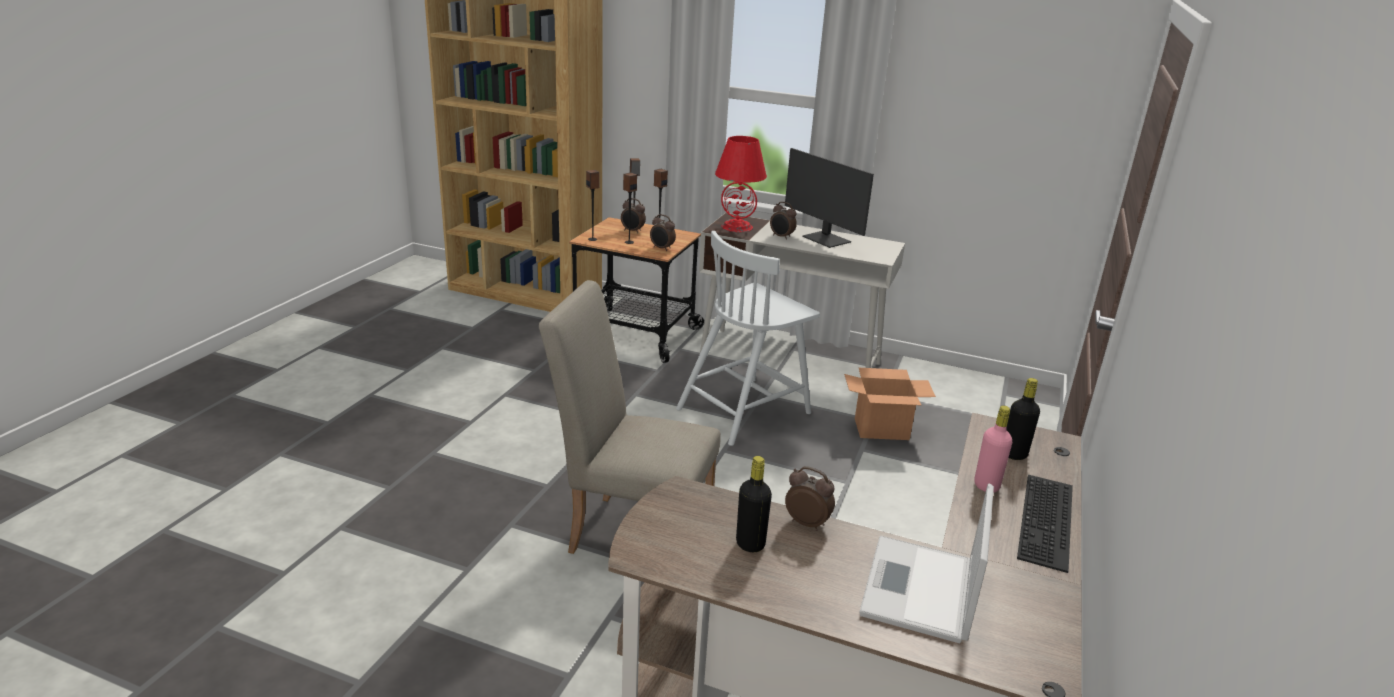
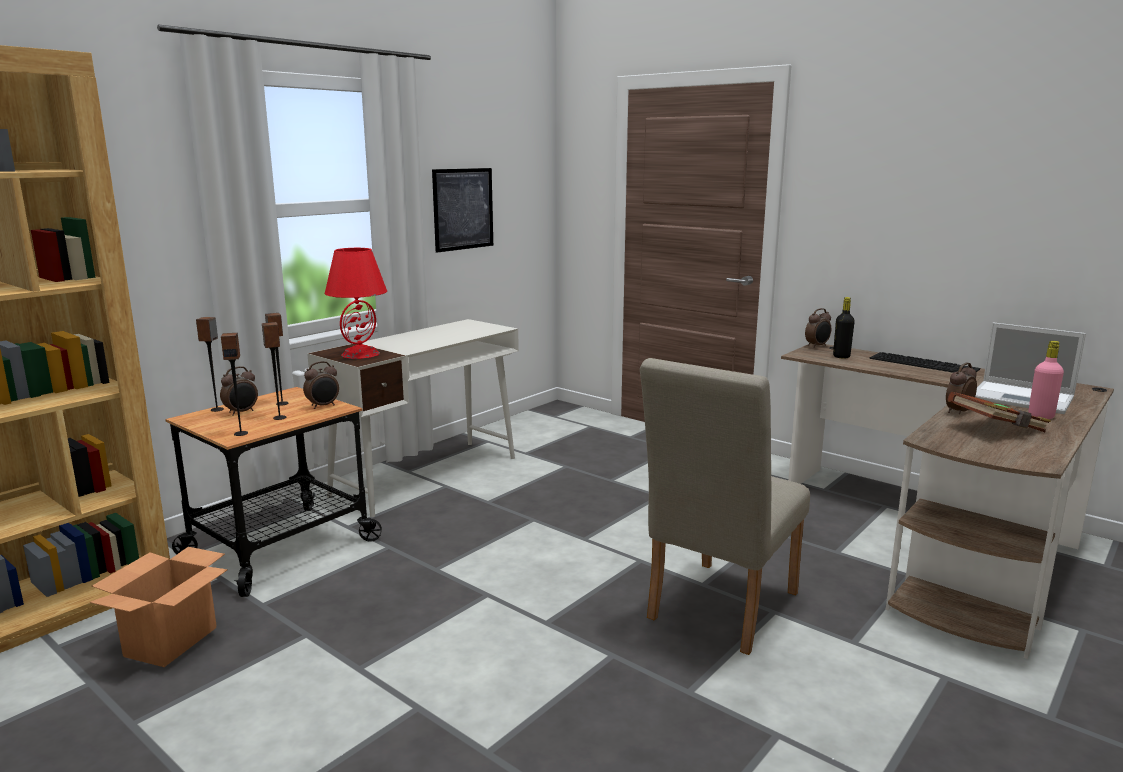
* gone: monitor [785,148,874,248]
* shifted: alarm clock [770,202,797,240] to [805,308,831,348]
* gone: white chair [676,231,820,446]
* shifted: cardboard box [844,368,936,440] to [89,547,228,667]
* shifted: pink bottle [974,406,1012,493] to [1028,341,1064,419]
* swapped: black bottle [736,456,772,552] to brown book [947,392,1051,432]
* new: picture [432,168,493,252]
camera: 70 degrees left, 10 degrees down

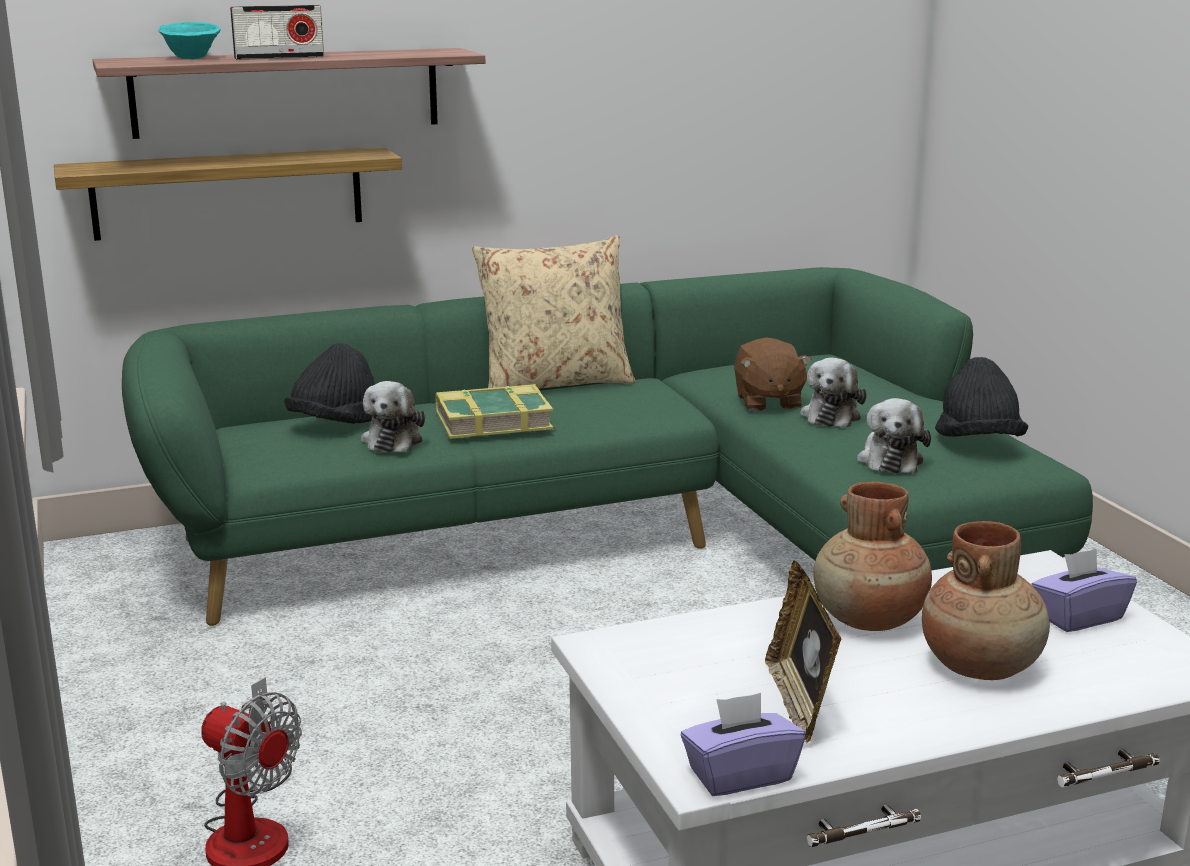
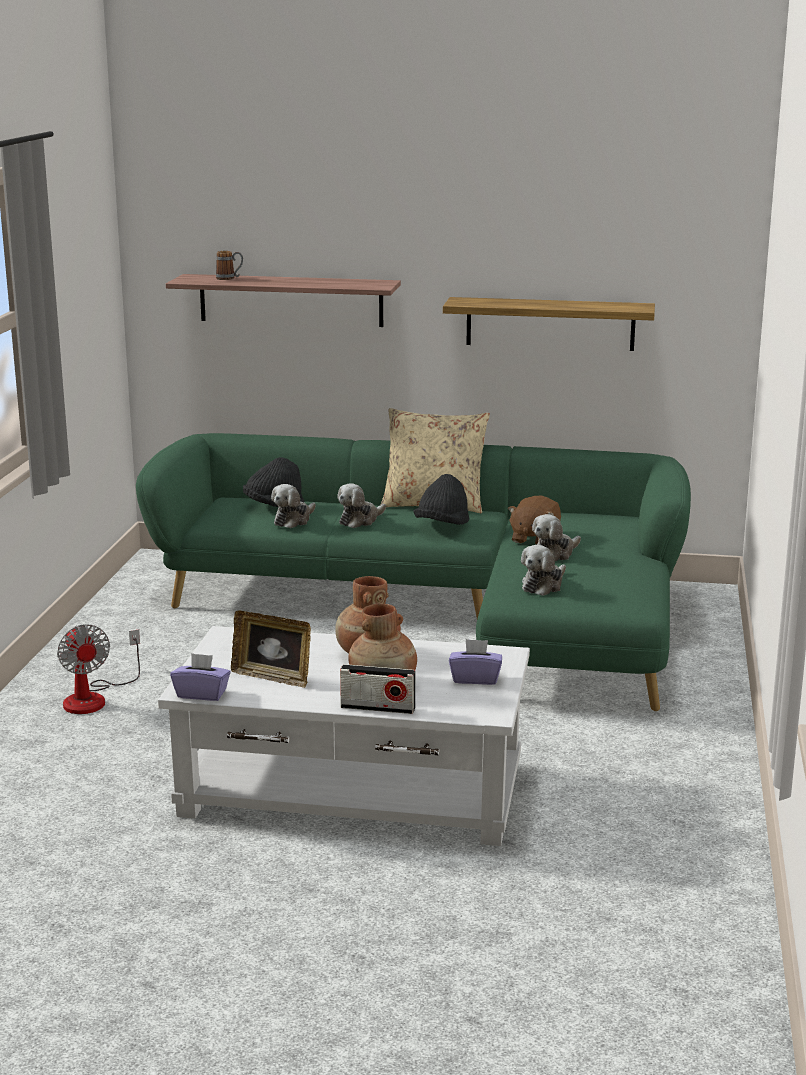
* shifted: radio [230,5,324,60] to [340,664,415,714]
* swapped: turquoise bowl [158,22,221,59] to mug [216,251,243,280]
* shifted: shelf [54,147,402,241] to [443,297,655,351]
* shifted: black hat [935,357,1028,437] to [413,474,469,525]
* swapped: book [435,384,553,439] to plush toy [337,483,386,528]
* rotated: picture frame [765,561,842,743] = [231,611,311,688] 90 degrees counterclockwise
camera: 30 degrees right, 0 degrees up

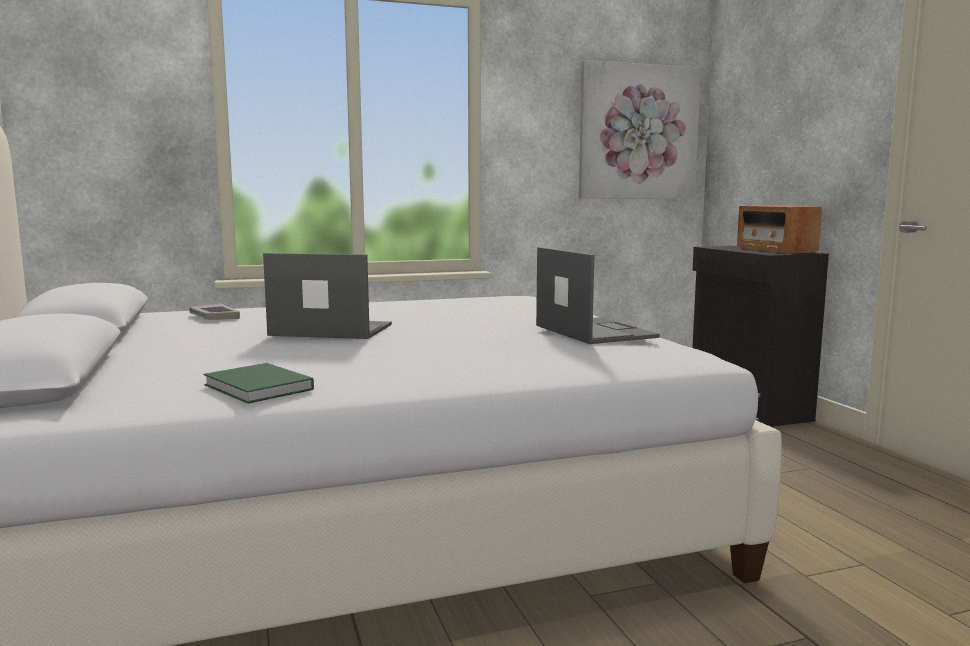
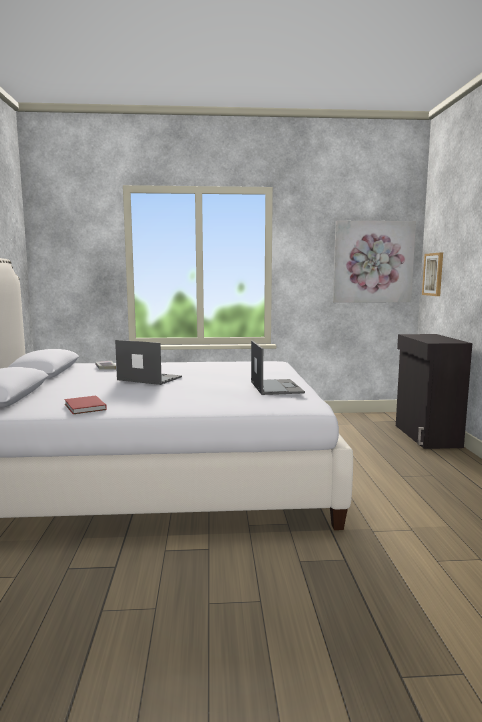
* gone: radio [737,206,822,254]
* repainted: green book [204,363,314,404] to red book [64,396,107,414]
* new: picture [422,252,443,296]
camera: 15 degrees right, 0 degrees up

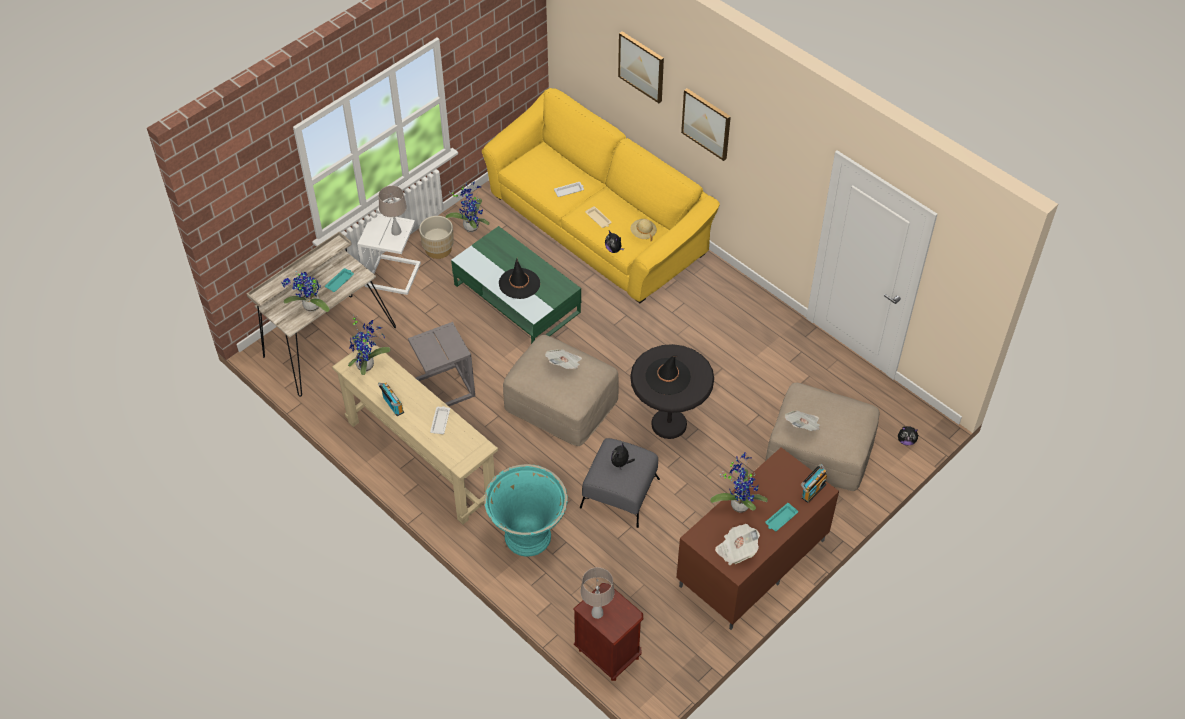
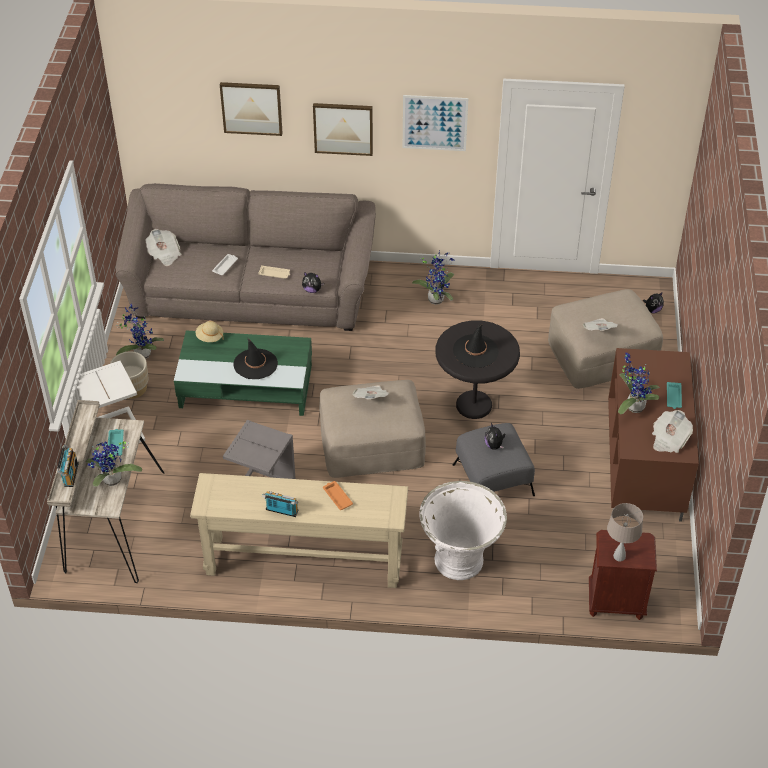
* repainted: yellow sofa [482,88,720,303] to brown sofa [115,183,376,331]
* gone: beige table lamp [378,186,407,236]
* shifted: beige hat [630,219,657,241] to [196,321,224,342]
* shifted: potted plant [348,314,391,375] to [412,251,455,305]
* repainted: white tray [430,406,450,434] to orange tray [323,481,353,510]
* repainted: turquoise planter [484,464,568,557] to white planter [420,481,507,580]
* shifted: radio [801,464,827,503] to [57,445,79,487]
* new: picture [403,95,468,151]
* new: newspaper [145,229,181,266]
camera: 40 degrees left, 5 degrees down

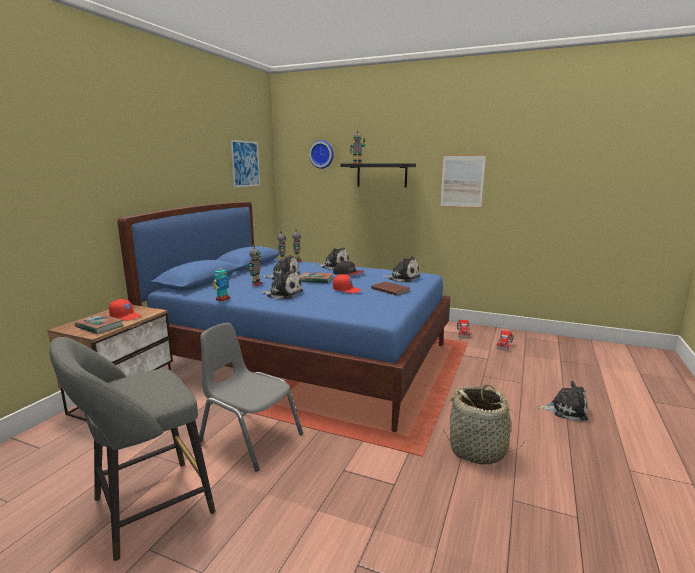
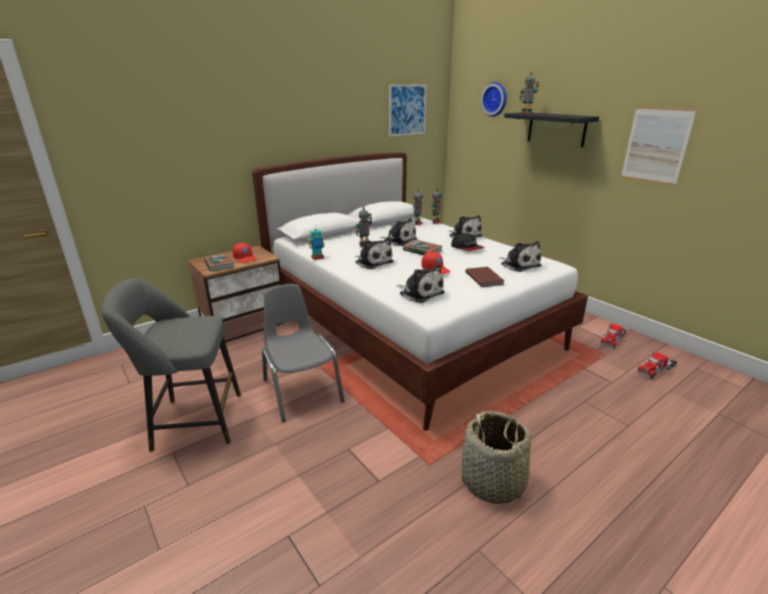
* repainted: blue bed [117,202,451,432] to white bed [252,152,588,431]
* shifted: plush toy [538,381,588,421] to [397,264,445,303]
camera: 30 degrees right, 10 degrees up

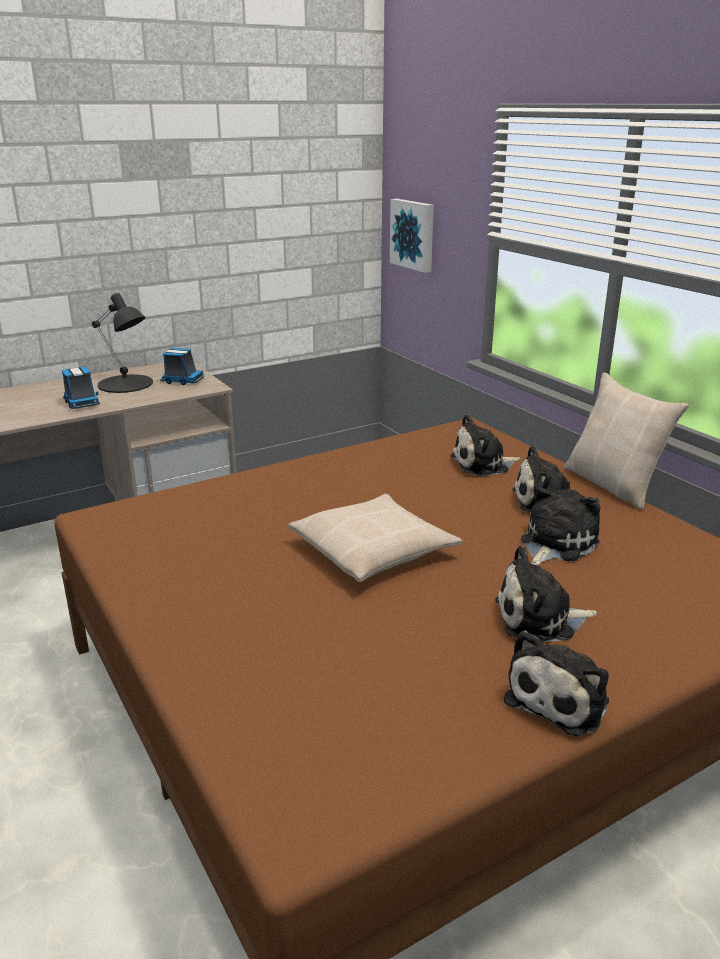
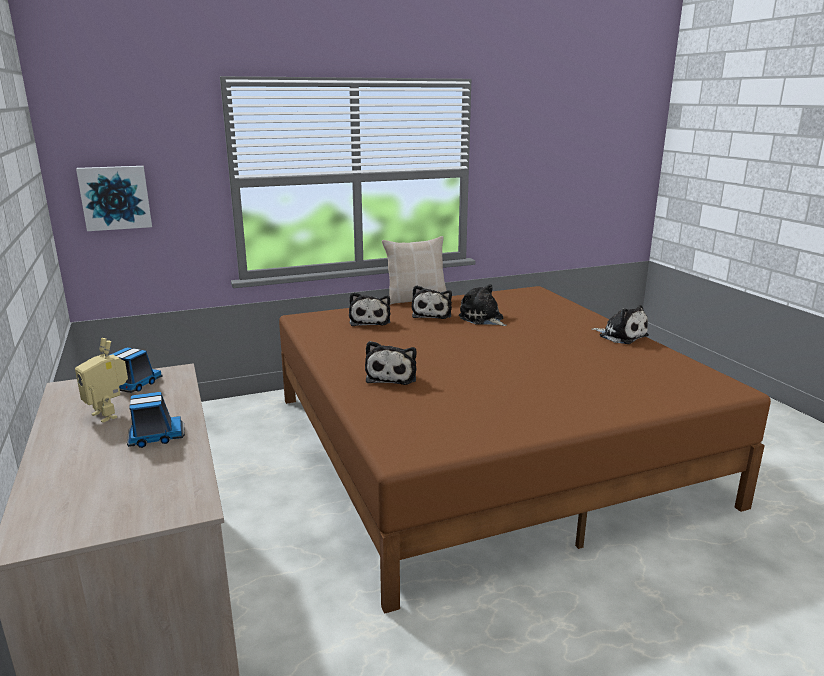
* swapped: black table lamp [92,293,153,393] to toy robot [75,338,128,423]
* gone: beige pillow [288,494,463,582]
* shifted: plush toy [495,546,597,642] to [365,341,416,385]
camera: 80 degrees left, 5 degrees down

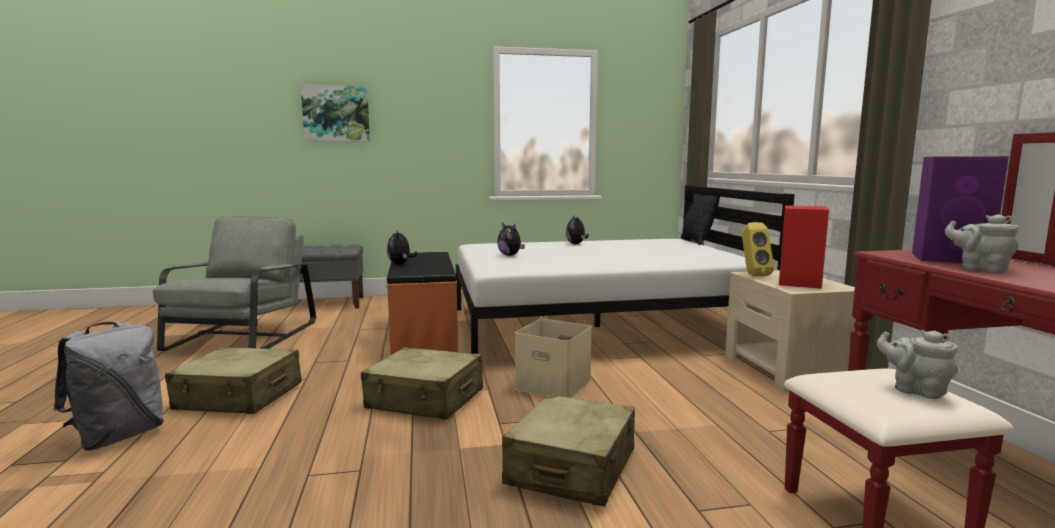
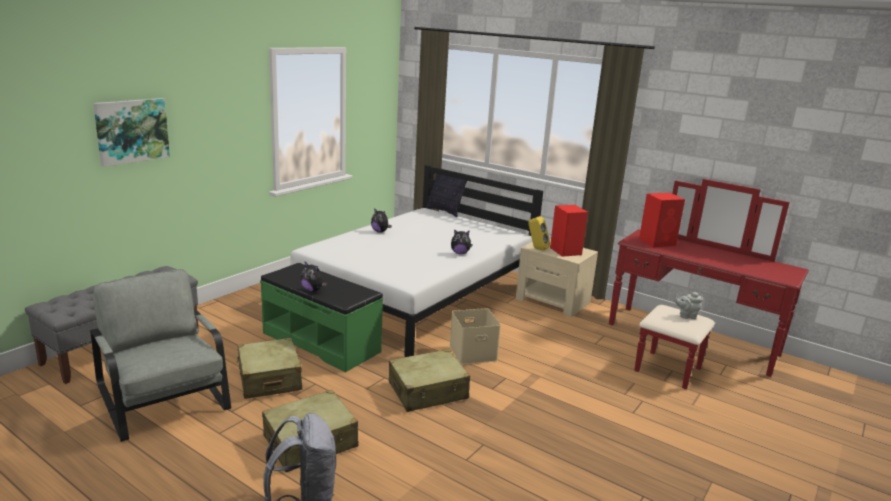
* repainted: purple speaker [912,156,1009,263] to red speaker [639,193,685,248]
* gone: grey teapot [945,214,1019,272]
* shifted: plush toy [497,223,525,256] to [451,229,473,254]
* repainted: orange bench [386,252,458,355] to green bench [260,263,383,372]
* shifted: beige suitcase [502,394,635,507] to [236,338,302,399]
camera: 45 degrees left, 10 degrees up

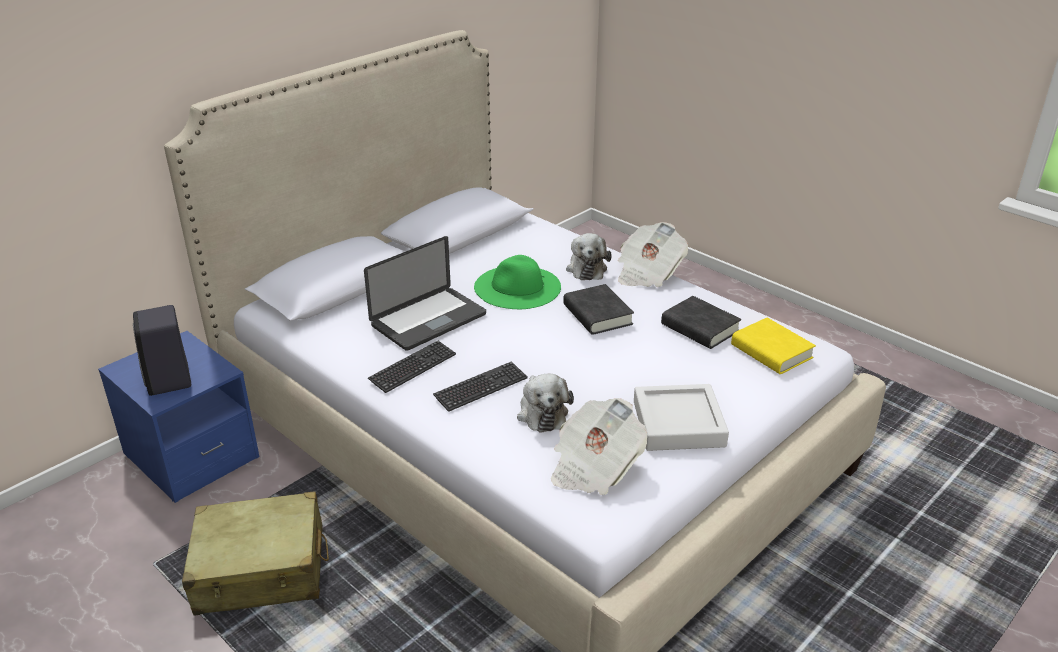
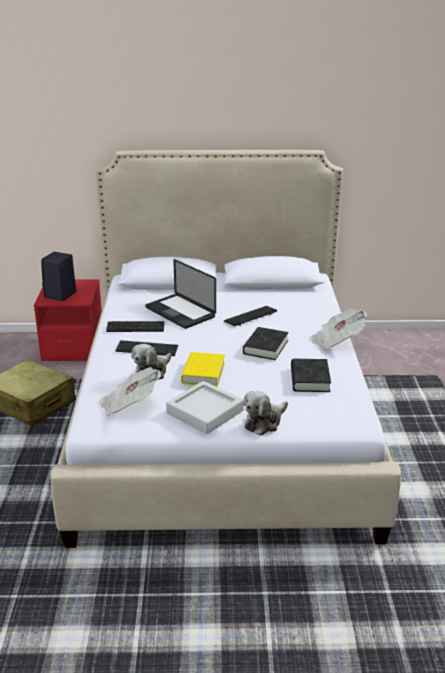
* shifted: plush toy [566,233,612,280] to [243,391,288,436]
* rotated: laptop [364,236,486,351] = [145,259,216,329] 45 degrees clockwise
* swapped: green hat [474,255,561,309] to keyboard [224,306,277,326]
* shifted: yellow book [731,317,816,374] to [181,352,225,387]
* repainted: blue nightstand [98,331,259,503] to red nightstand [34,279,102,361]
camera: 45 degrees right, 5 degrees down

